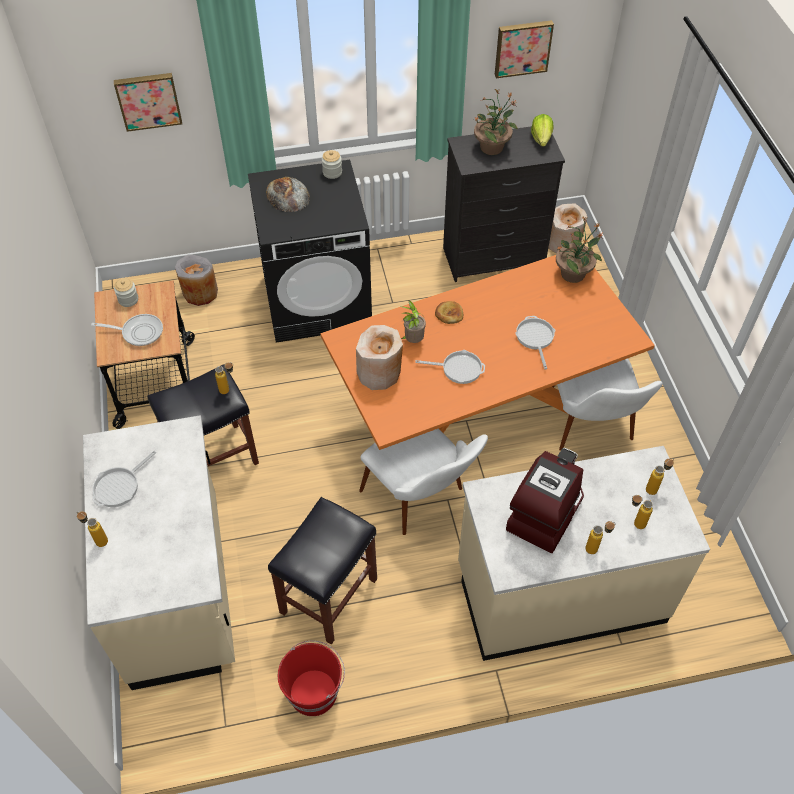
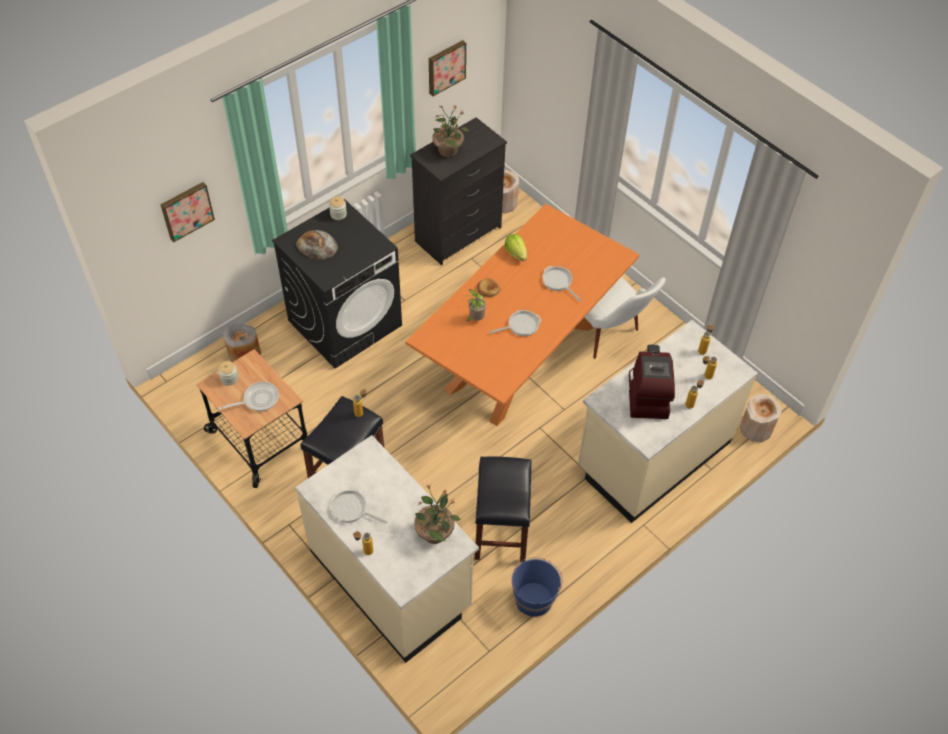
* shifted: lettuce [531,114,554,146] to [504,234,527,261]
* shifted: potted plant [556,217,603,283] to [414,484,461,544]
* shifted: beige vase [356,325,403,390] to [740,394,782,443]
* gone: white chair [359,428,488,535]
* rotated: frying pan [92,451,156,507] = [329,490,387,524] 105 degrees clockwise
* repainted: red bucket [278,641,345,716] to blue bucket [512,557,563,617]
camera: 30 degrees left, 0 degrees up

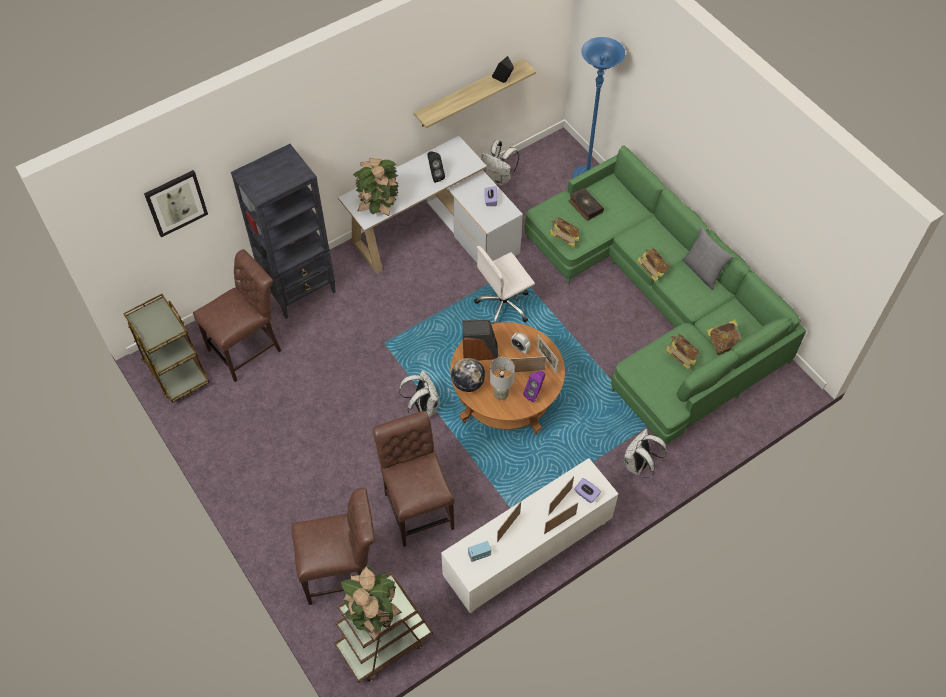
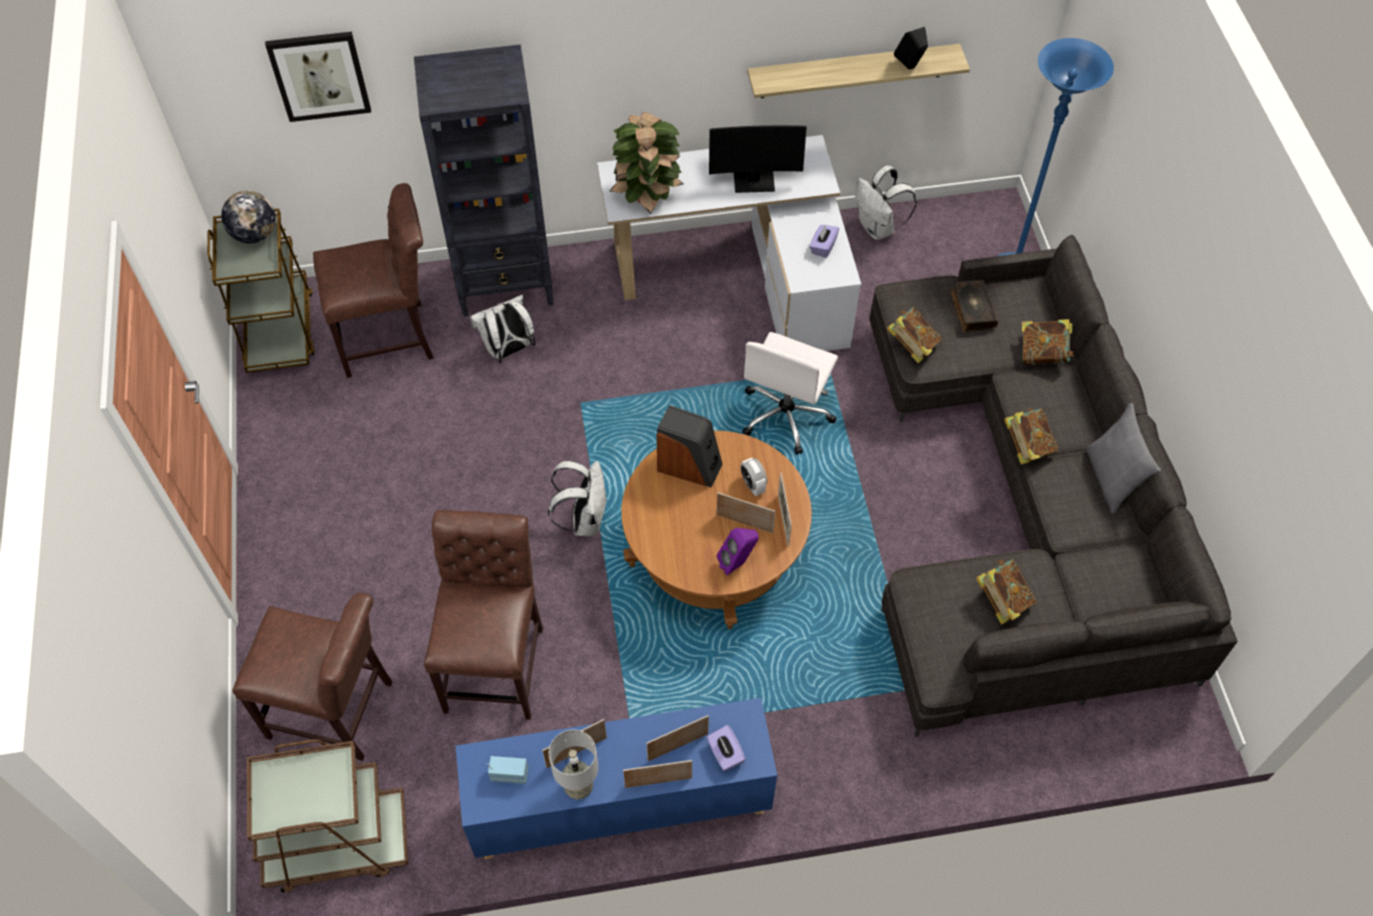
* repainted: green sofa [524,146,806,450] to grey sofa [869,235,1238,737]
* swapped: black speaker [427,151,445,183] to monitor [709,125,807,193]
* rotated: white office chair [474,246,535,324] = [742,332,838,455] 60 degrees counterclockwise
* shifted: book [707,320,745,355] to [1022,319,1075,365]
* shifted: grey table lamp [490,357,515,400] to [549,730,598,799]
* shifted: globe [451,358,485,392] to [221,191,276,244]
* shifted: white backpack [624,429,667,478] to [470,295,536,363]
* repainted: white cabinet [441,458,618,613] to blue cabinet [456,698,777,859]
* gone: potted plant [341,565,402,641]
camera: 25 degrees right, 0 degrees up

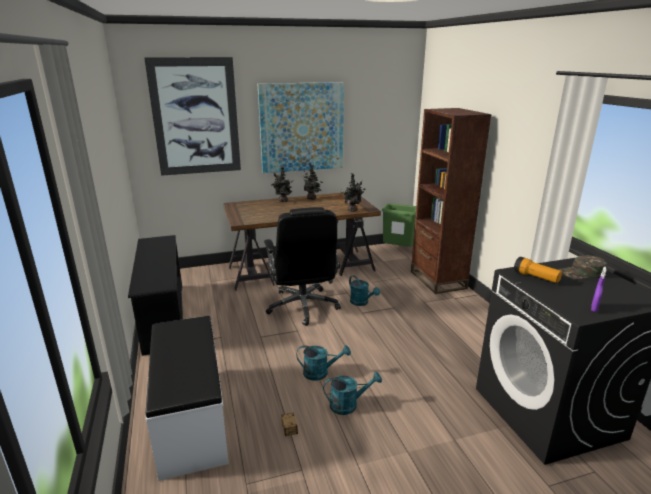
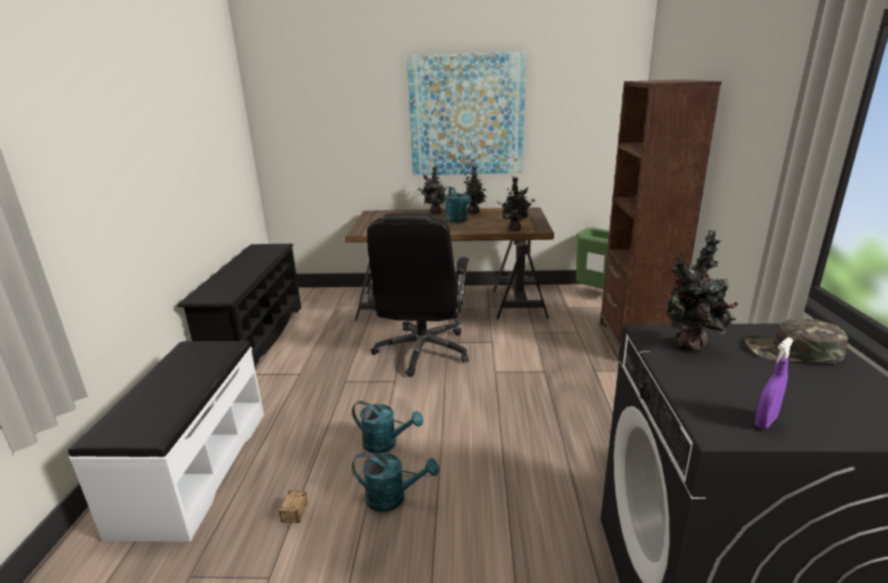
* gone: picture [144,57,241,176]
* swapped: flashlight [514,257,562,283] to potted plant [665,229,738,352]
* shifted: turquoise watering can [349,275,380,306] to [445,187,471,223]
camera: 20 degrees right, 0 degrees up

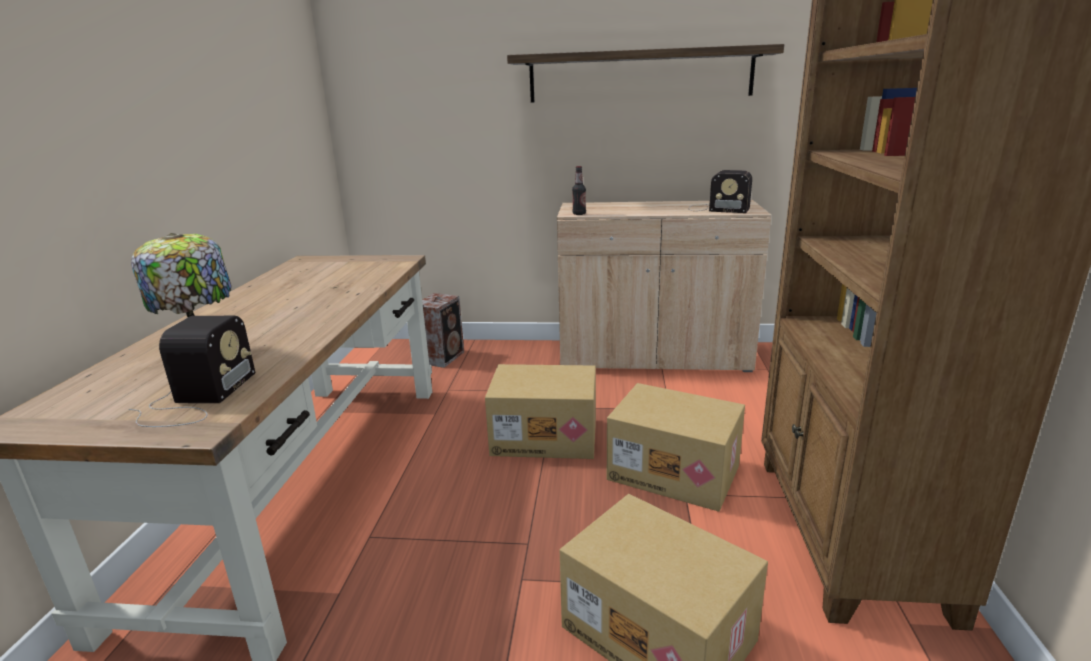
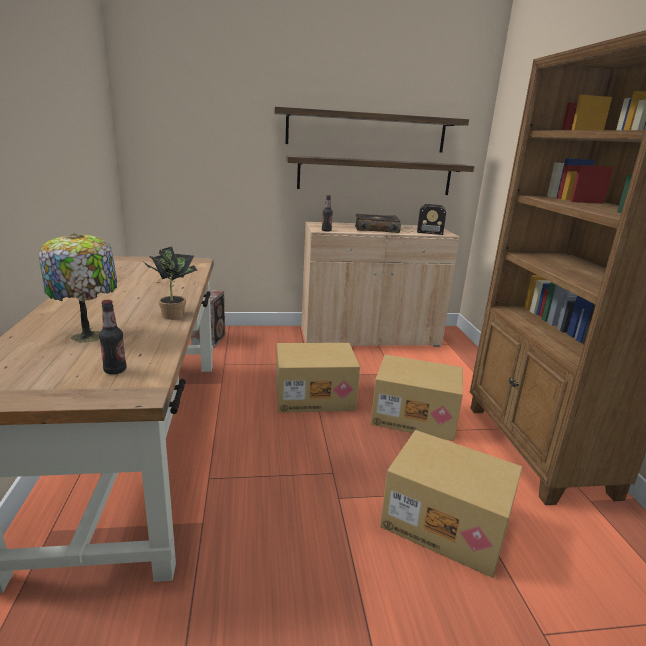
* swapped: radio [128,316,255,427] to bottle [99,300,126,375]
* new: shelf [286,155,474,195]
* new: book [355,214,401,233]
* new: potted plant [144,247,197,319]
camera: 15 degrees left, 0 degrees up

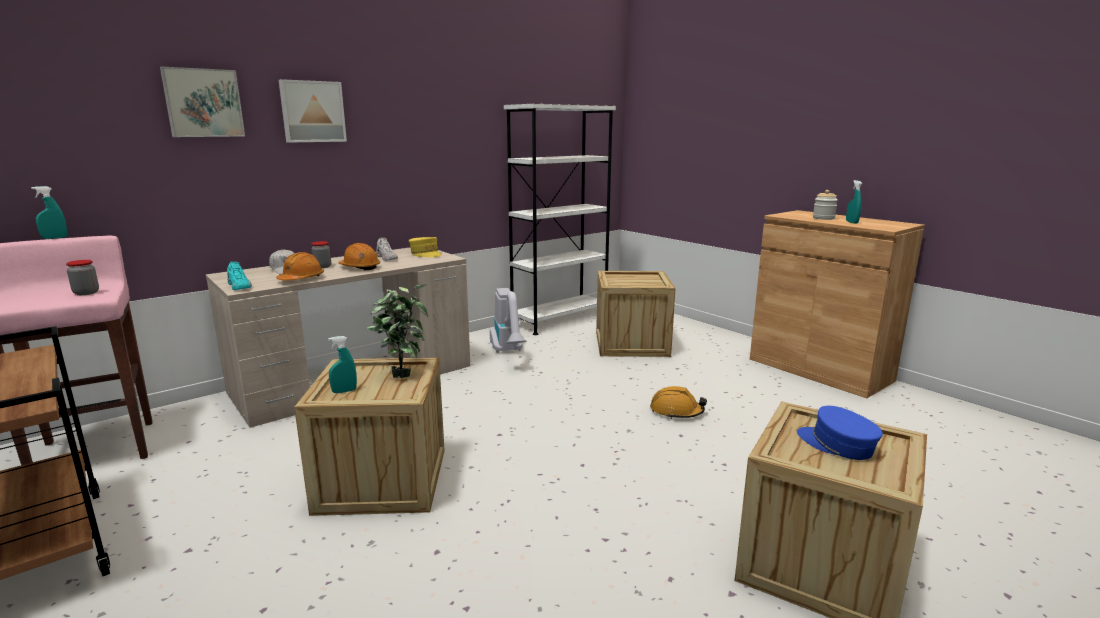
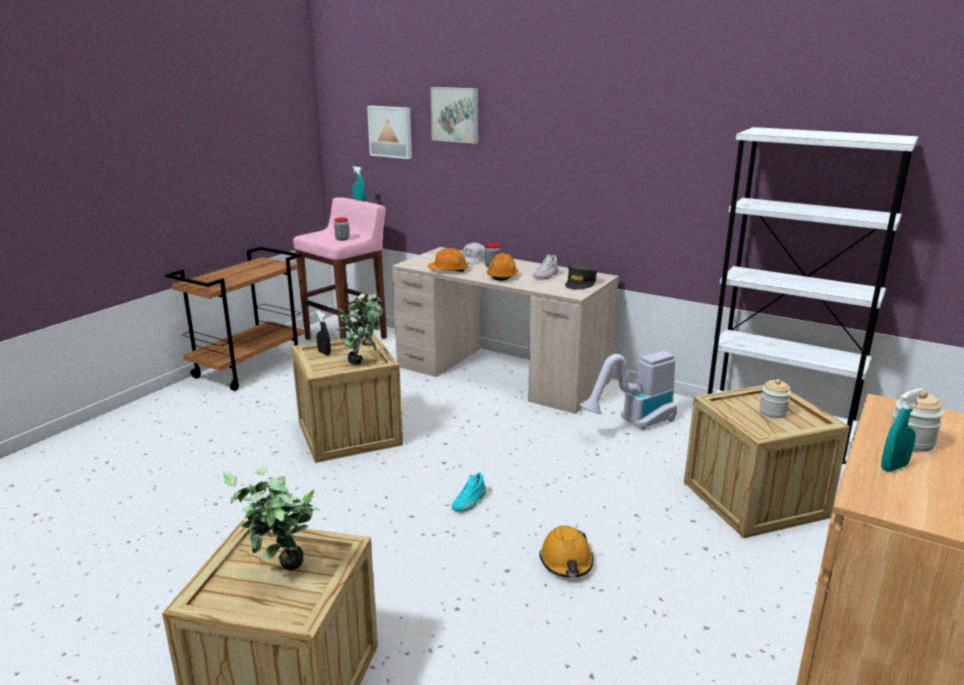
* shifted: picture [279,79,347,143] to [367,106,412,159]
* repainted: yellow cap [409,237,442,257] to grey cap [565,264,598,289]
* shifted: turquoise shoe [227,262,252,290] to [452,472,486,512]
* repainted: turquoise spray bottle [328,336,357,393] to black spray bottle [316,311,331,355]
* swapped: blue cap [797,406,883,460] to potted plant [223,466,319,571]
* new: jar [759,379,791,418]
camera: 70 degrees right, 5 degrees up

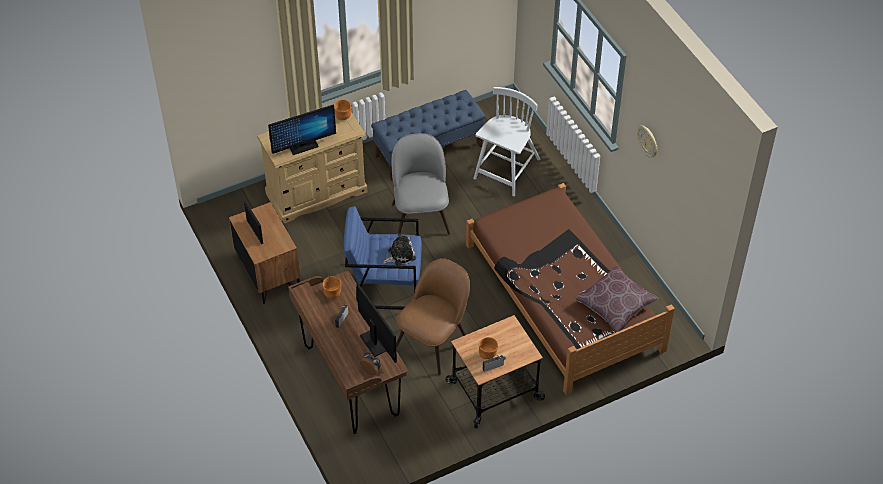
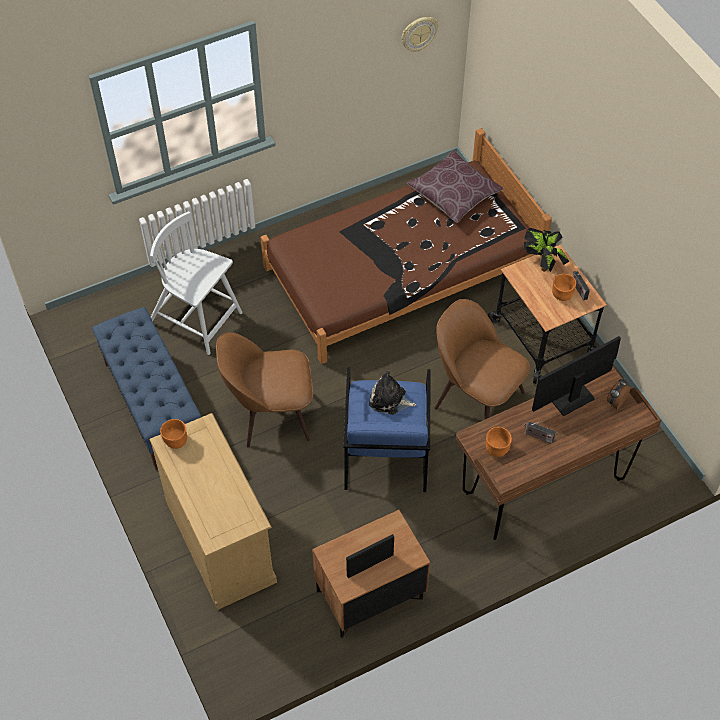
* gone: monitor [268,105,336,155]
* shifted: wall clock [638,125,657,158] to [402,17,438,52]
* repainted: grey chair [391,133,450,235] to brown chair [216,332,313,448]
* rotated: plush toy [383,233,416,265] = [369,370,416,415] 45 degrees counterclockwise
* new: potted plant [523,228,569,272]
camera: 90 degrees left, 5 degrees up

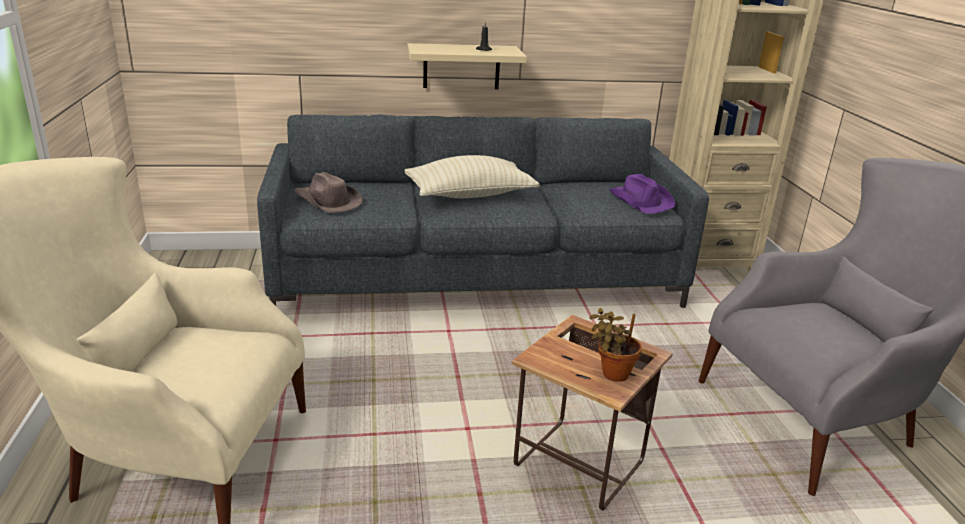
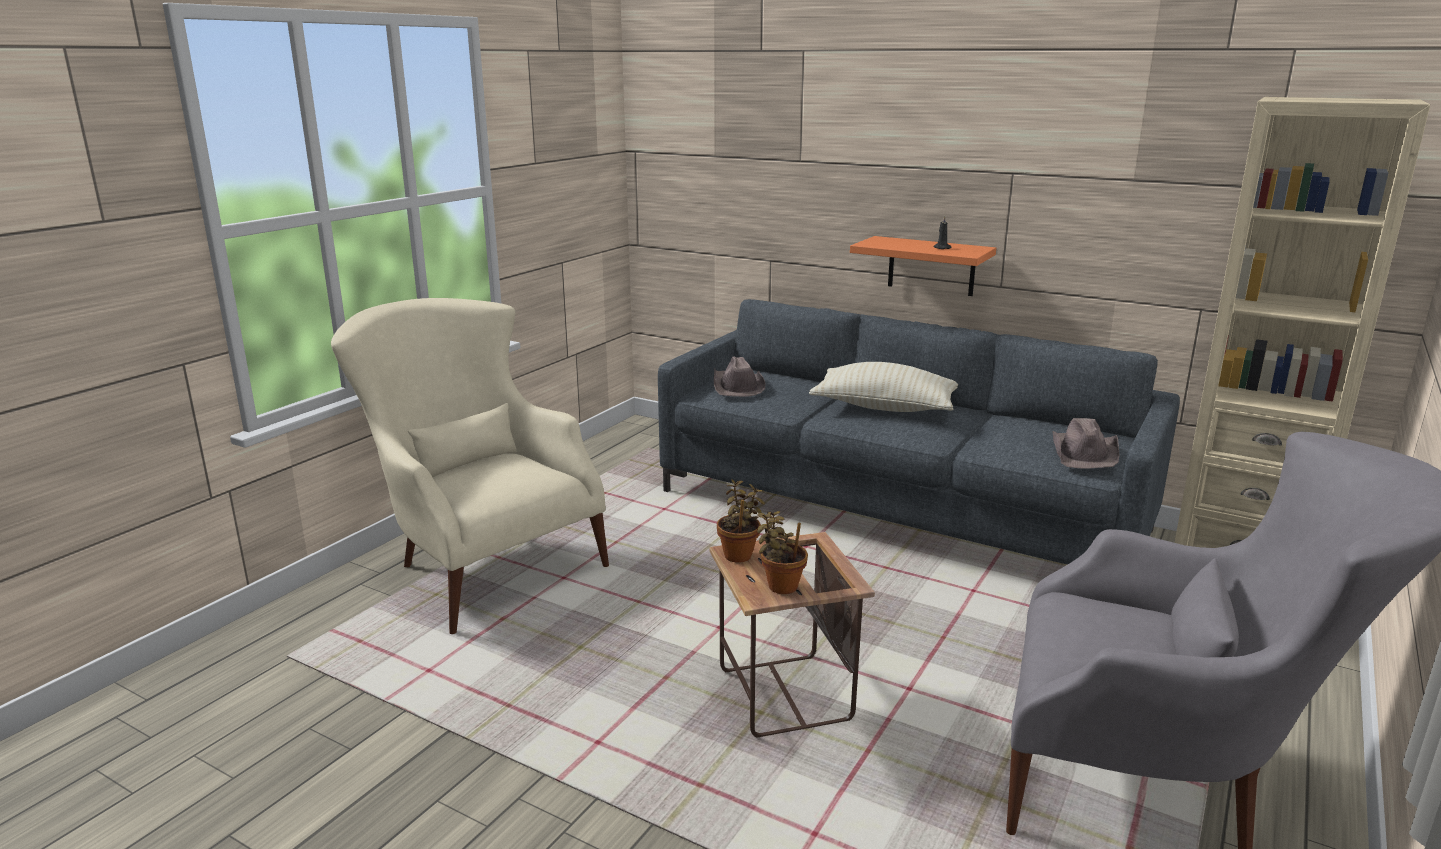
* repainted: beige shelf [407,43,527,89] to orange shelf [850,236,996,296]
* repainted: purple hat [609,174,675,214] to brown hat [1052,418,1119,469]
* new: potted plant [717,479,765,563]
camera: 40 degrees right, 5 degrees down

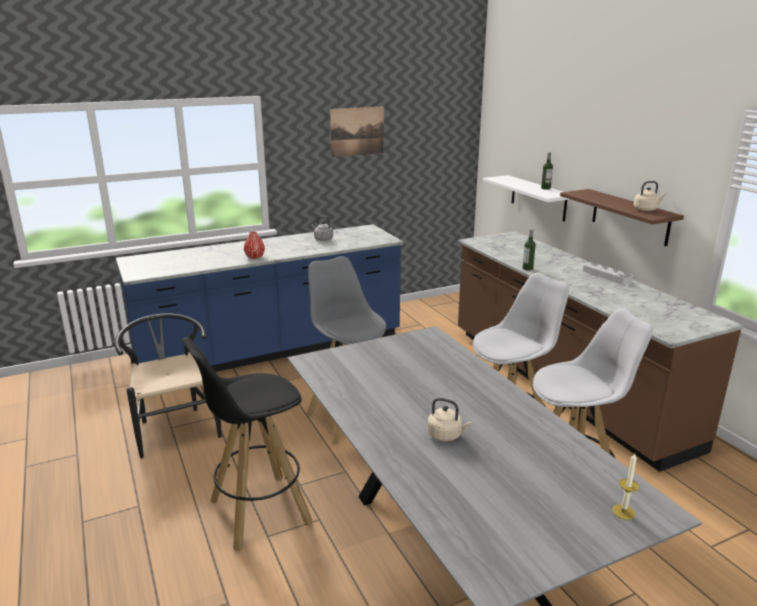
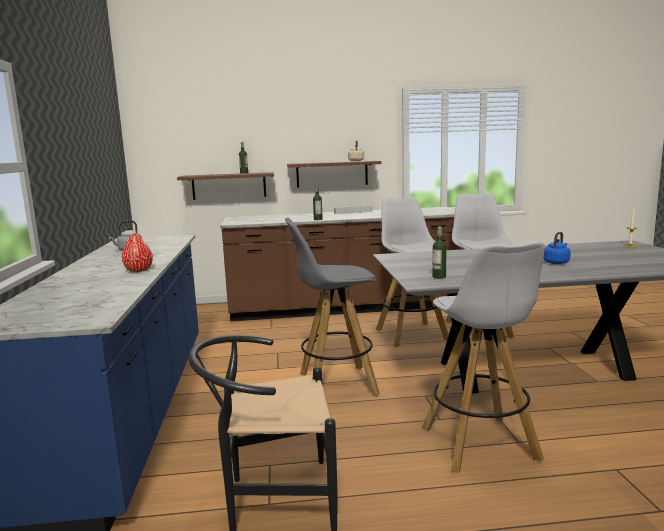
* gone: picture [330,106,384,157]
* repainted: white shelf [483,175,569,222] to brown shelf [177,172,274,200]
* repainted: black stool [182,337,312,552] to white stool [422,241,545,473]
* repainted: beige kettle [427,398,471,441] to blue kettle [543,232,571,264]
* new: bottle [432,226,447,279]
camera: 70 degrees left, 10 degrees down

